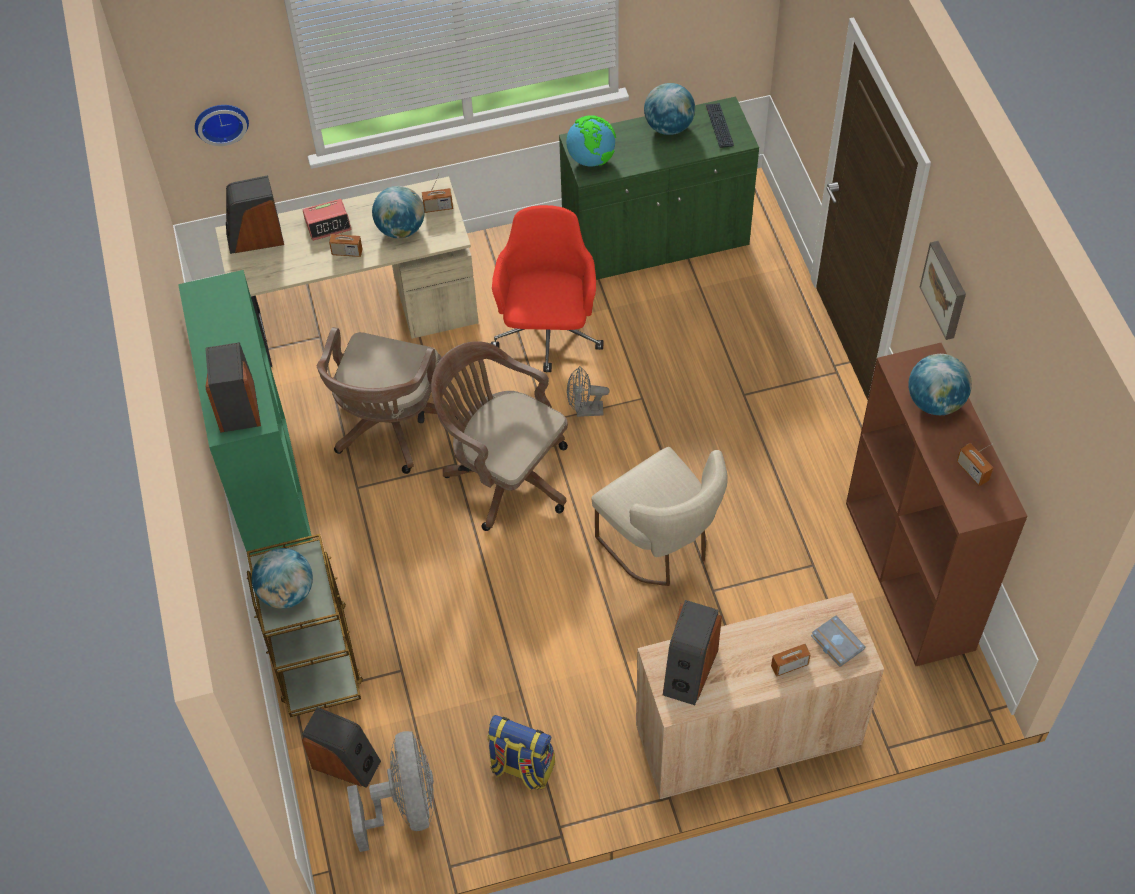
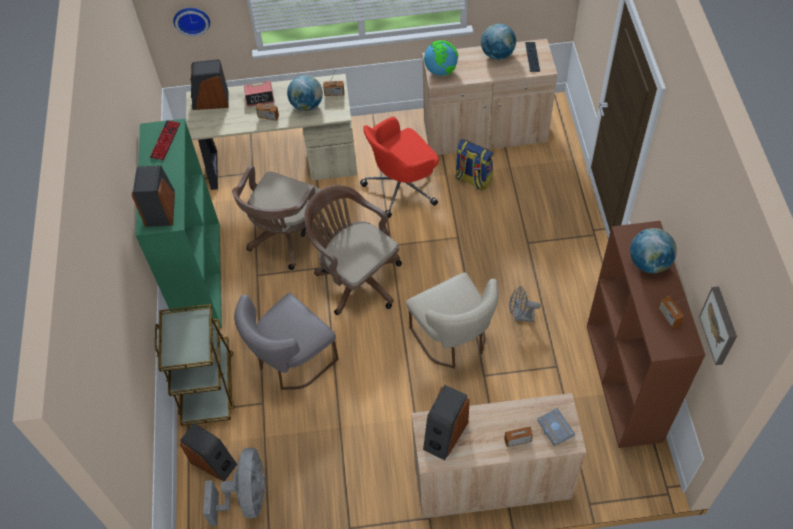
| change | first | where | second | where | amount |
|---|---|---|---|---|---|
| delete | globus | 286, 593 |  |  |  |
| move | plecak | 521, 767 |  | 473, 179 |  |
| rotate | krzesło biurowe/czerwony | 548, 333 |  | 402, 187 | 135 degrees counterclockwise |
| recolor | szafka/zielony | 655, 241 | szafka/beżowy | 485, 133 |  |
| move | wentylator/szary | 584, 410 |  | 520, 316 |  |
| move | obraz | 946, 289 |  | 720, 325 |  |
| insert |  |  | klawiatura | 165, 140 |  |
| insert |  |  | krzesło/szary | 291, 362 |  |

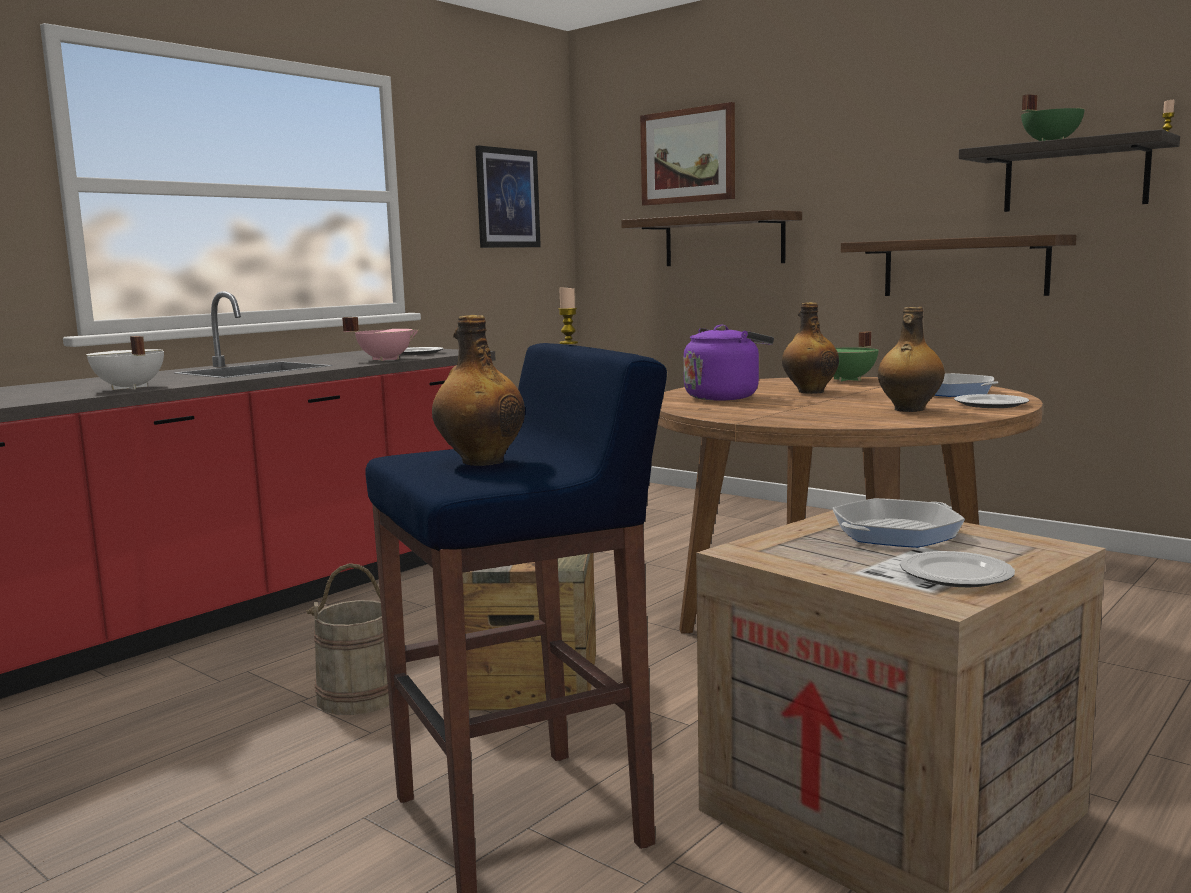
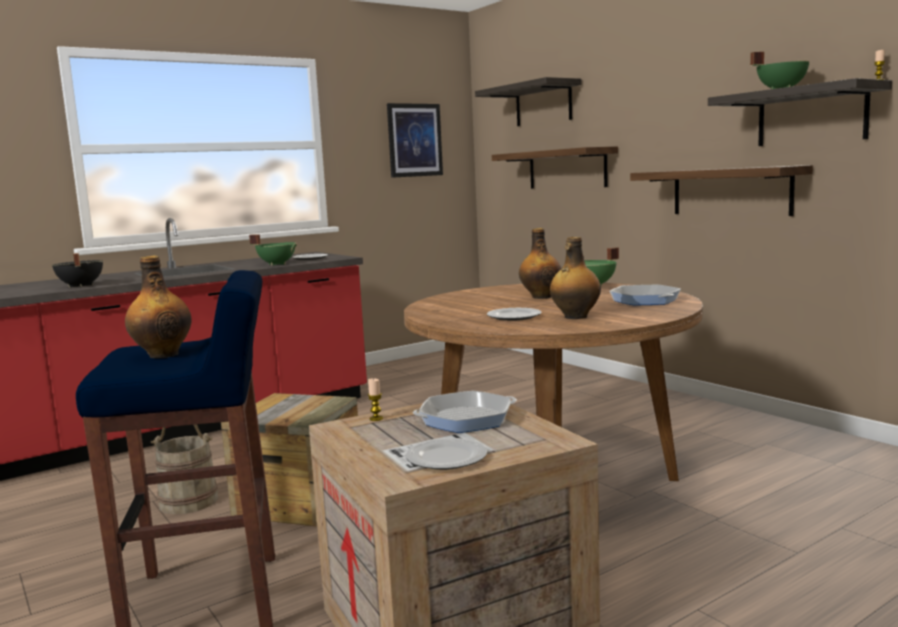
| change | first | where | second | where | amount |
|---|---|---|---|---|---|
| recolor | garnek/biały | 128, 388 | garnek/czarny | 79, 286 |  |
| recolor | garnek/różowy | 385, 359 | garnek/zielony | 277, 264 |  |
| move | świeca | 568, 343 |  | 376, 418 |  |
| replace | obraz | 688, 156 | półka | 543, 104 |  |
| delete | czajnik/fioletowy | 724, 397 |  |  |  |
| move | talerz | 991, 405 |  | 514, 317 |  |

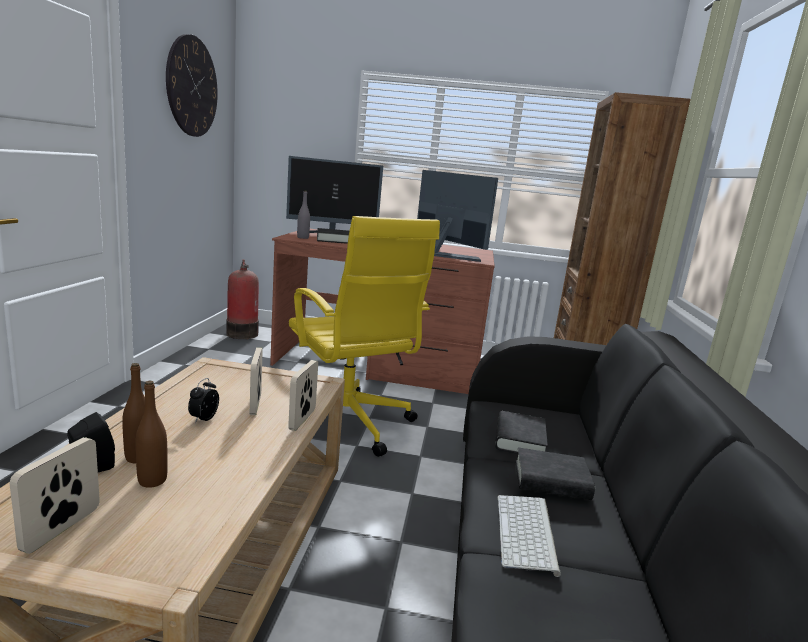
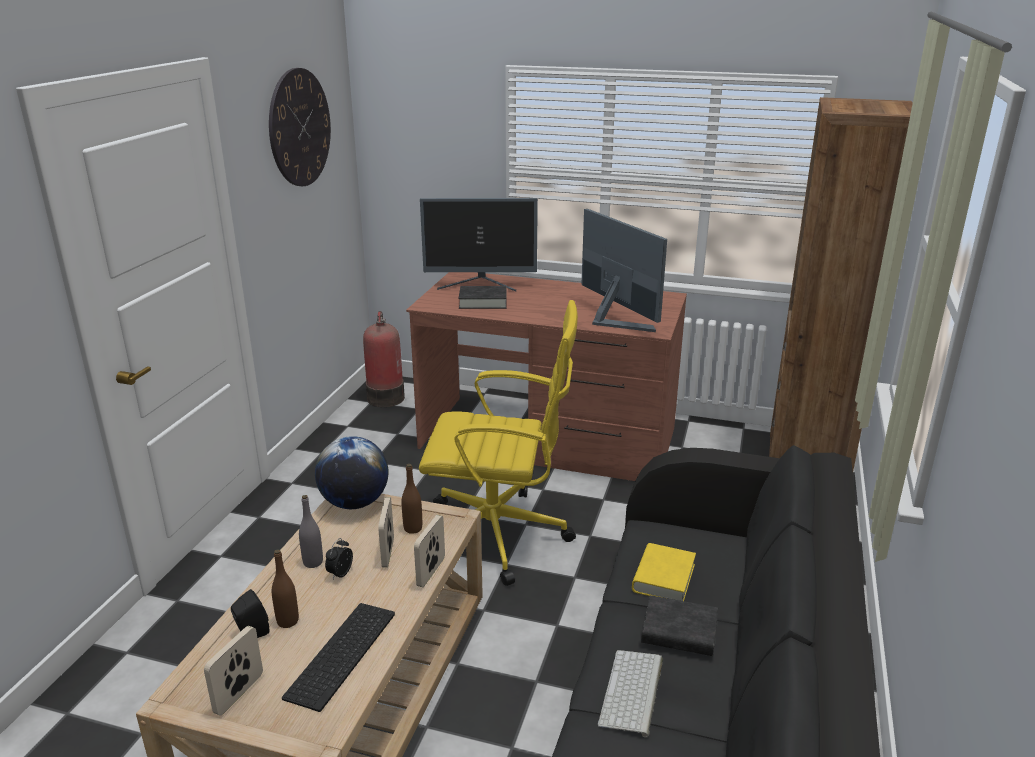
| change | first | where | second | where | amount |
|---|---|---|---|---|---|
| move | butelka/brązowy | 152, 480 |  | 413, 528 |  |
| rotate | krzesło biurowe/żółty | 347, 425 |  | 499, 535 | 60 degrees counterclockwise |
| move | butelka/szary | 303, 237 |  | 313, 562 |  |
| recolor | książka/czarny | 519, 439 | książka/żółty | 663, 578 |  |
| insert |  |  | klawiatura | 343, 656 |  |
| insert |  |  | globus | 354, 503 |  |

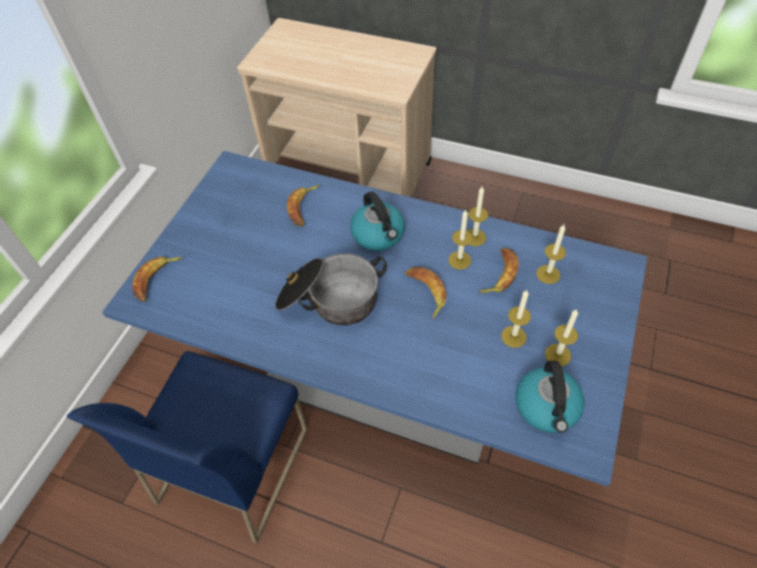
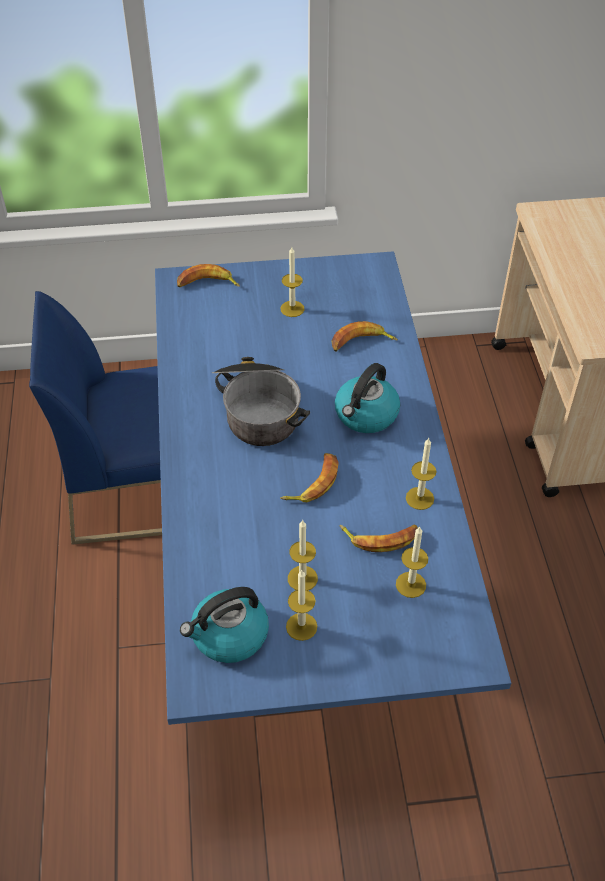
| change | first | where | second | where | amount |
|---|---|---|---|---|---|
| move | świeca | 459, 260 |  | 292, 309 |  |

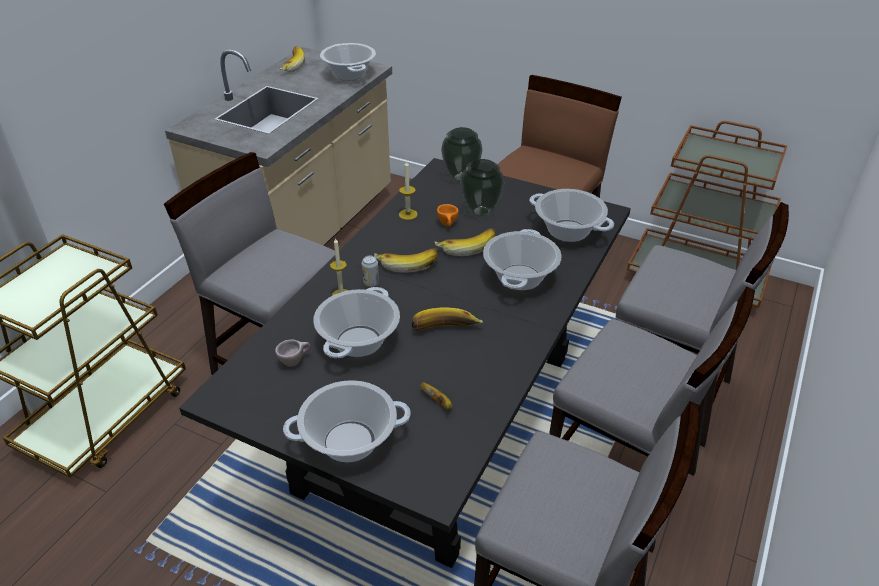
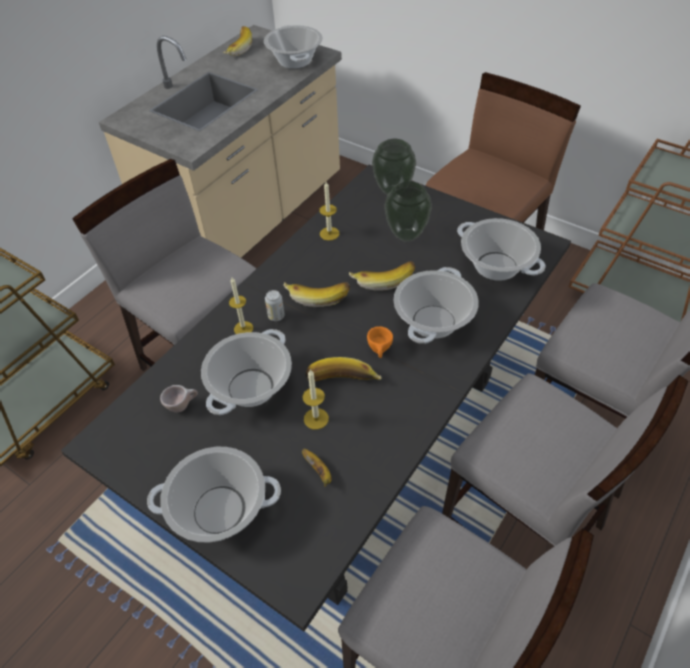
| change | first | where | second | where | amount |
|---|---|---|---|---|---|
| move | filiżanka/pomarańczowy | 448, 225 |  | 380, 352 |  |
| insert |  |  | świeca | 316, 418 |  |

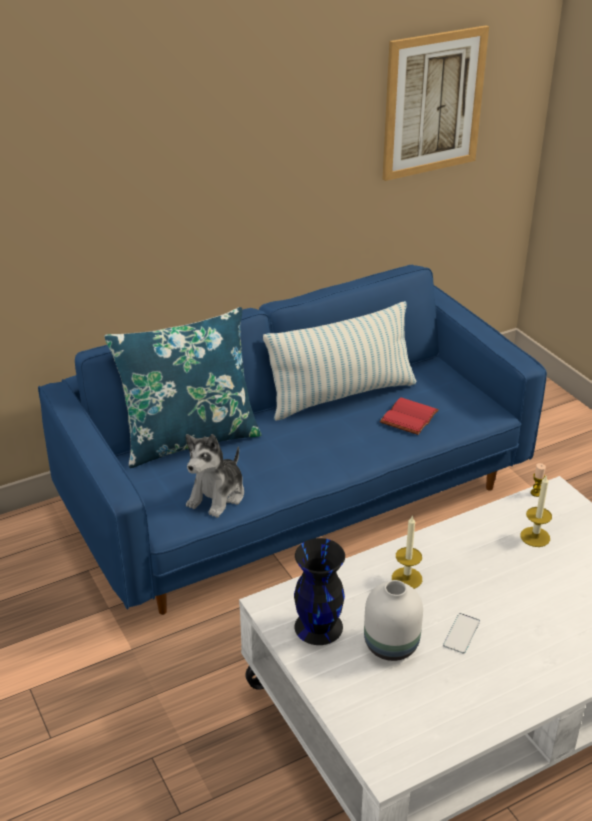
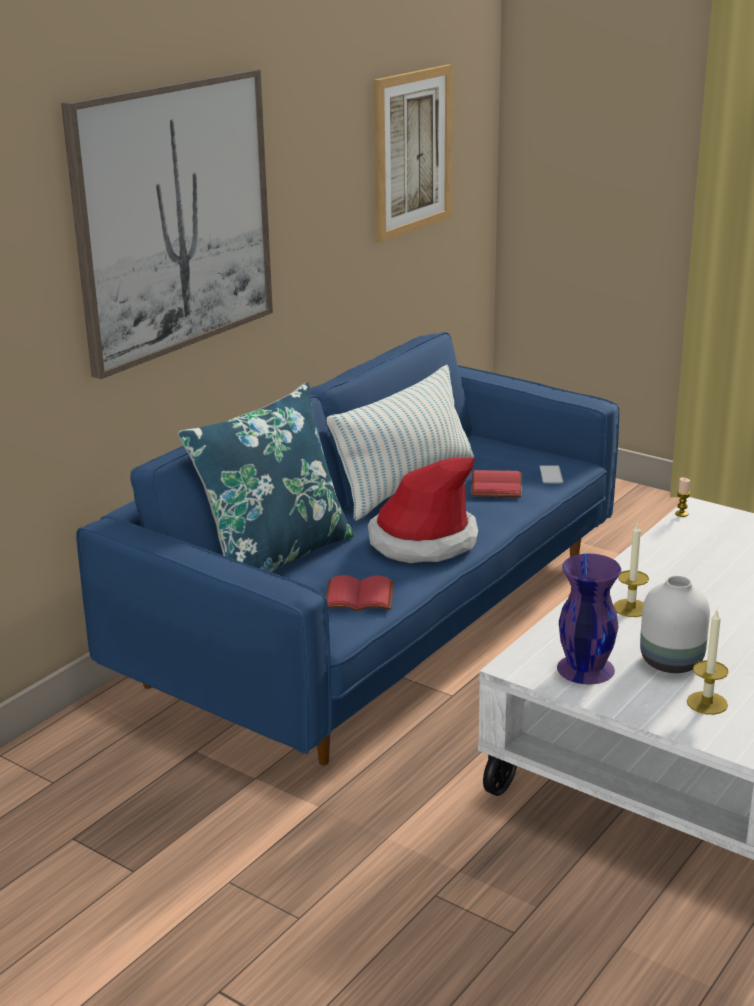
| change | first | where | second | where | amount |
|---|---|---|---|---|---|
| replace | pluszak | 217, 496 | książka/czerwony | 360, 596 |  |
| recolor | wazon/czarny | 318, 626 | wazon/fioletowy | 584, 668 |  |
| move | telefon | 461, 633 |  | 551, 475 |  |
| move | świeca | 535, 537 |  | 707, 703 |  |
| insert |  |  | obraz | 173, 218 |  |
| insert |  |  | kapelusz | 422, 541 |  |

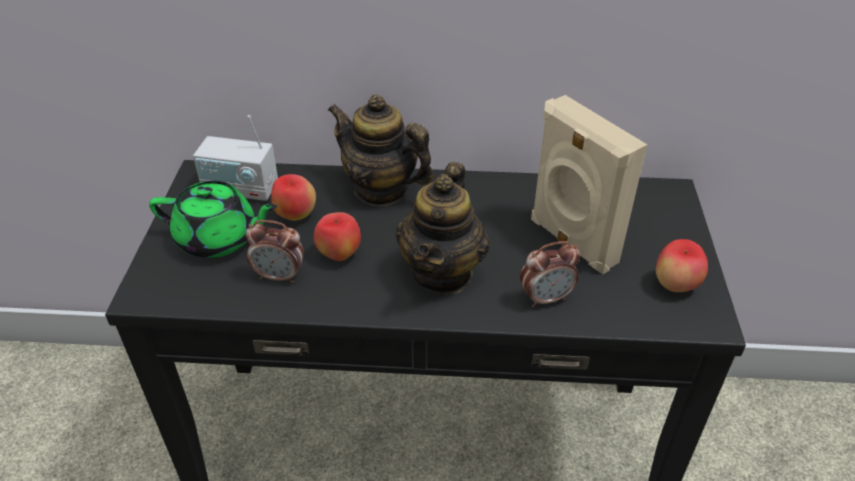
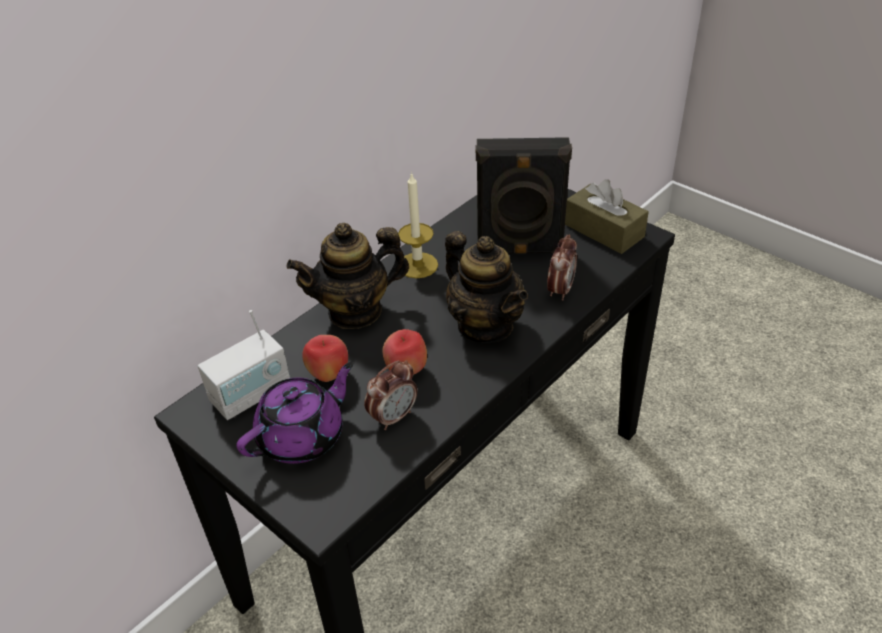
| change | first | where | second | where | amount |
|---|---|---|---|---|---|
| recolor | imbryk/zielony | 219, 239 | imbryk/fioletowy | 303, 436 |  |
| recolor | głośnik/beżowy | 570, 242 | głośnik/czarny | 519, 250 |  |
| replace | jabłko | 675, 286 | pudełko chusteczek/brązowy | 604, 231 |  |
| insert |  |  | świeca | 418, 265 |  |

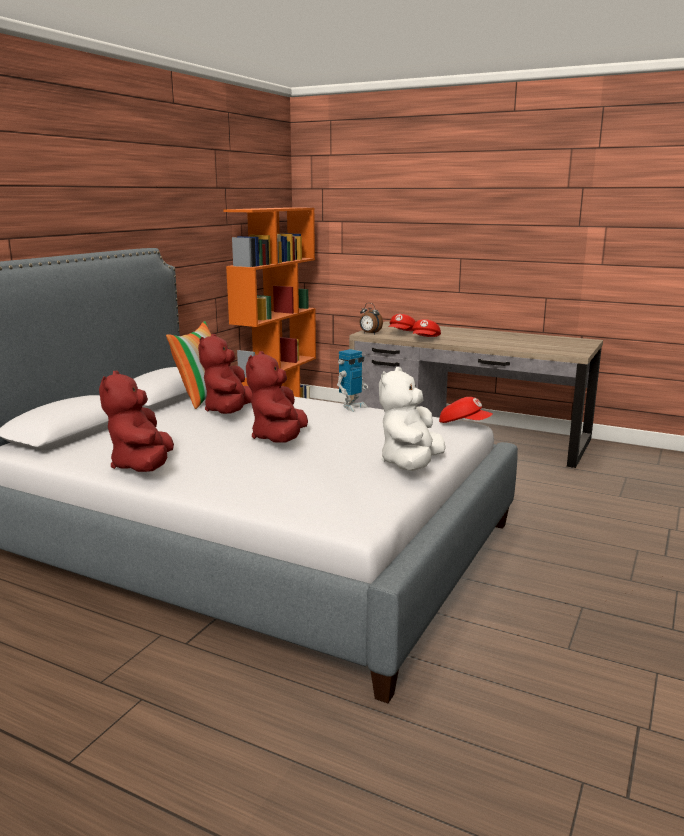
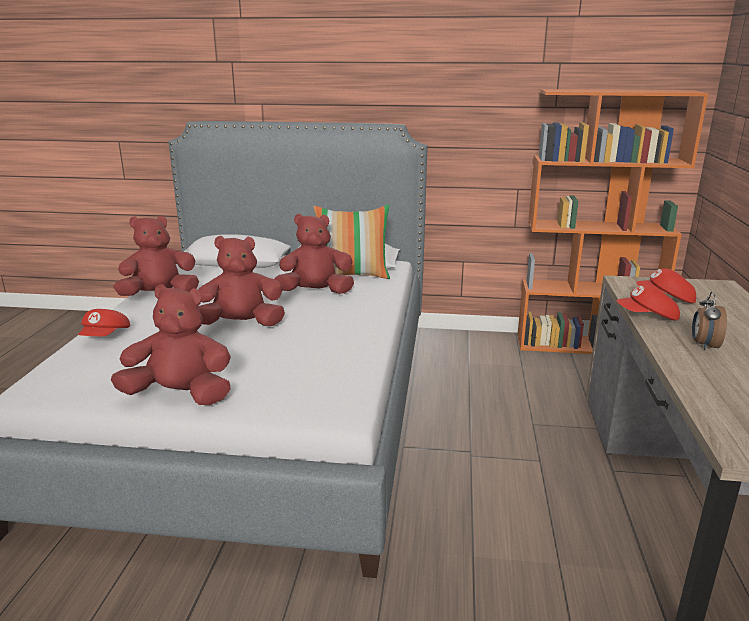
| change | first | where | second | where | amount |
|---|---|---|---|---|---|
| delete | robot zabawkowy | 352, 407 |  |  |  |
| move | budzik | 369, 333 |  | 703, 345 |  |
| recolor | pluszak/biały | 410, 465 | pluszak/czerwony | 180, 396 |  |
| move | czapka z daszkiem/czerwony | 464, 424 |  | 106, 337 |  |

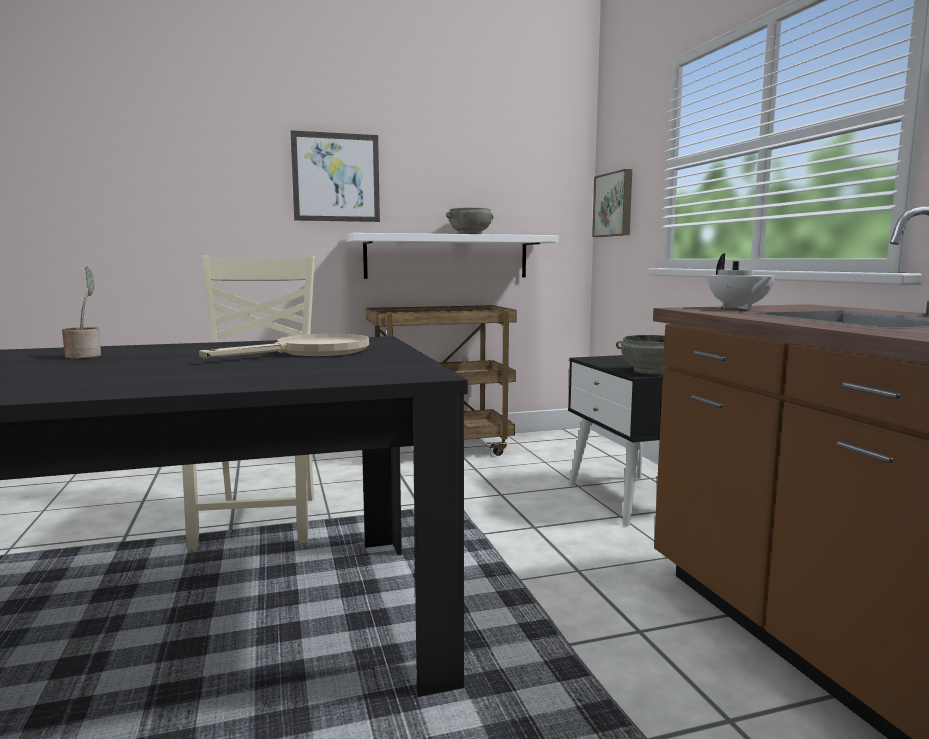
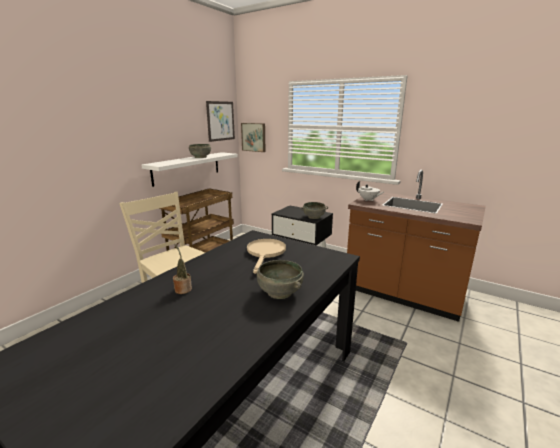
| change | first | where | second | where | amount |
|---|---|---|---|---|---|
| move | obraz | 336, 177 |  | 220, 121 |  |
| insert |  |  | miska/szary | 279, 292 |  |

